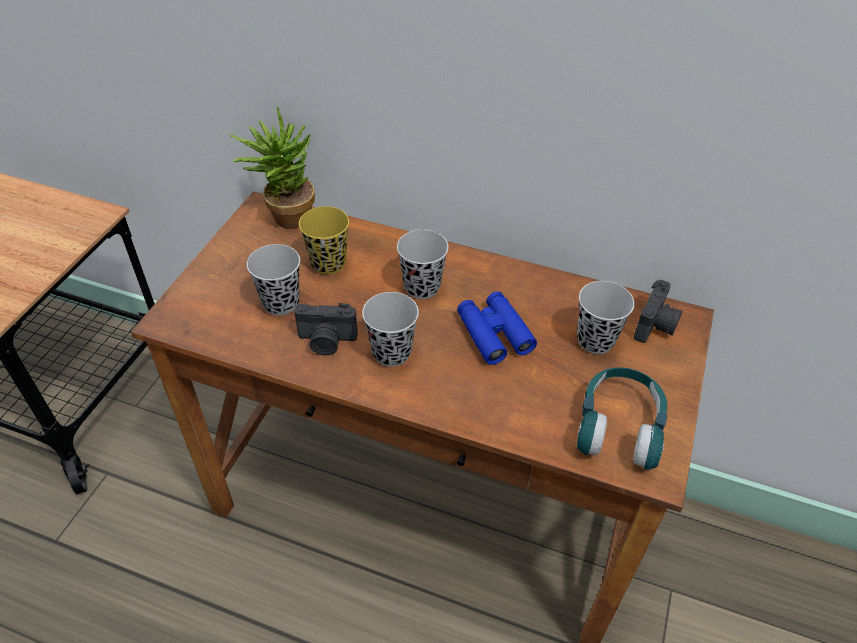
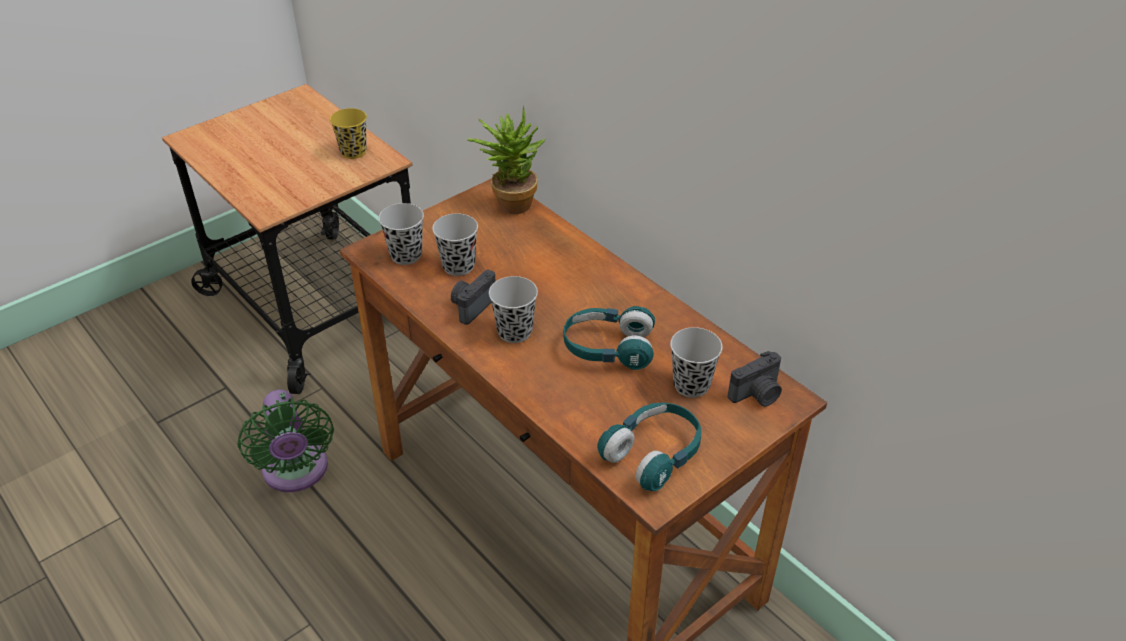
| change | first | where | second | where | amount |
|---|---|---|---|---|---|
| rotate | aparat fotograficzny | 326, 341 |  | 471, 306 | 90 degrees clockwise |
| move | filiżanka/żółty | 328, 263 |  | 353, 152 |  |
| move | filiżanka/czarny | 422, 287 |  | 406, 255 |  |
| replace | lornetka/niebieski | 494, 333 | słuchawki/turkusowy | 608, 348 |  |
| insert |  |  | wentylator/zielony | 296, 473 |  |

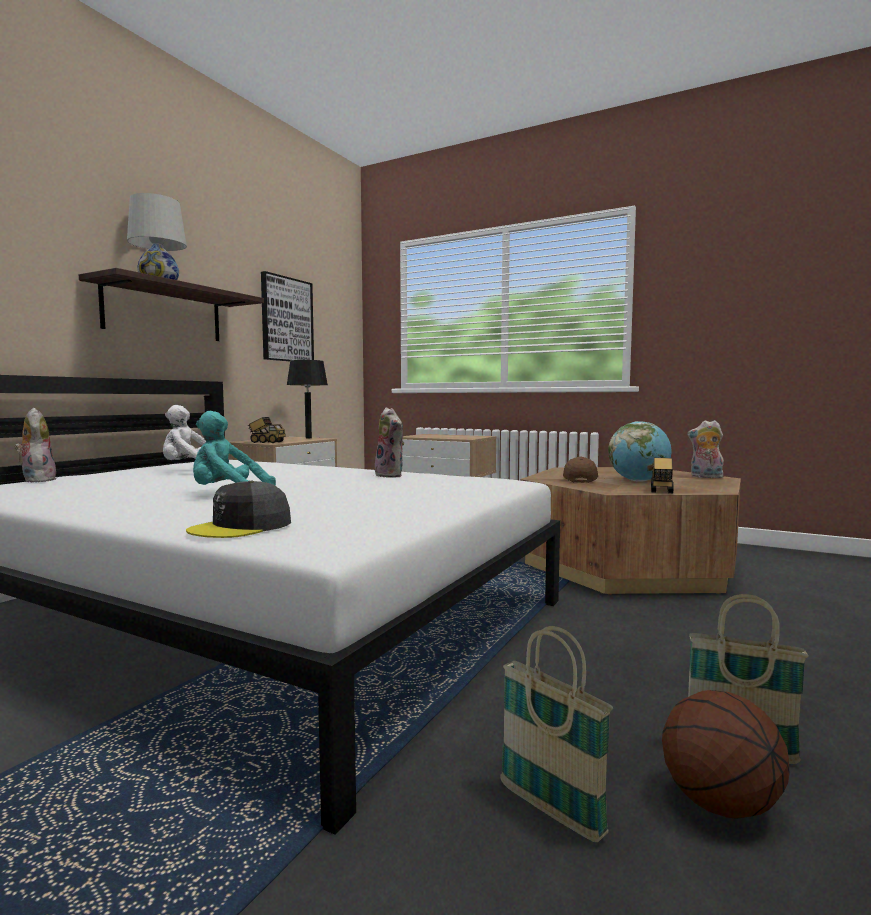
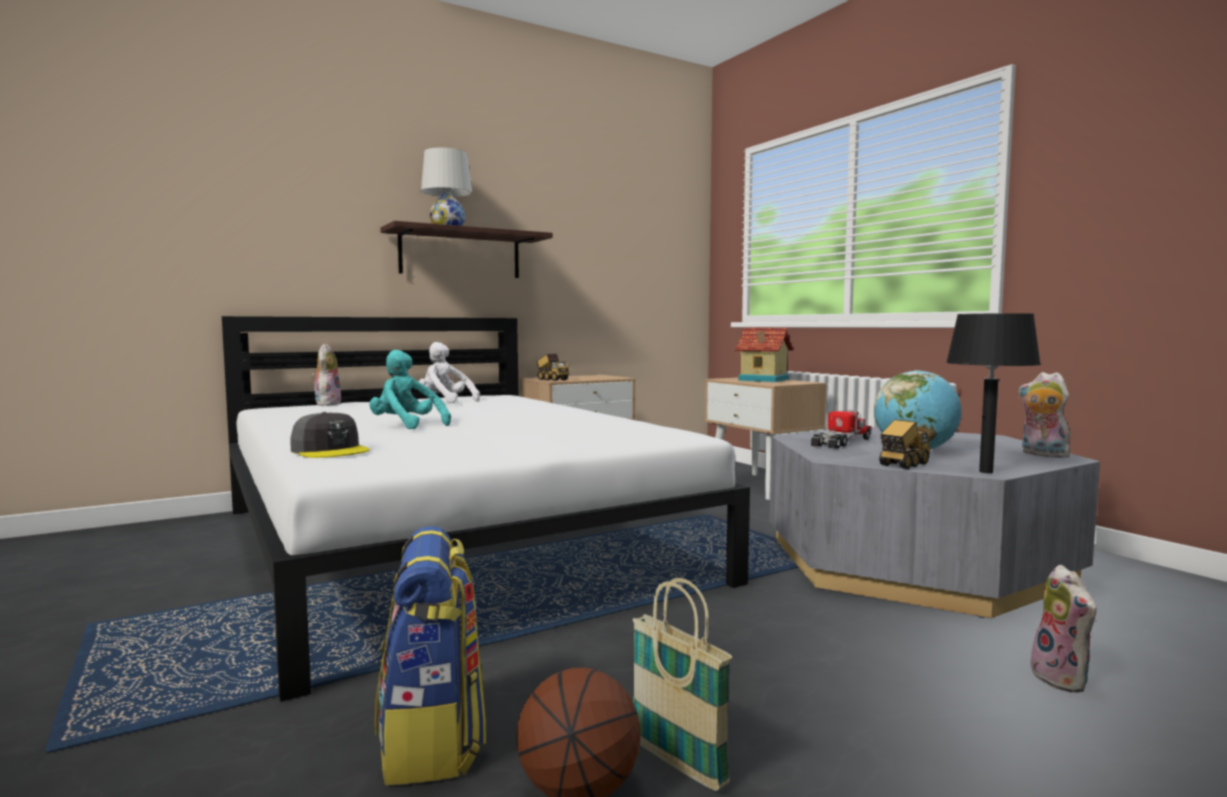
| change | first | where | second | where | amount |
|---|---|---|---|---|---|
| rotate | czapka z daszkiem/szary | 242, 527 |  | 330, 450 | 120 degrees counterclockwise |
| delete | obraz | 286, 320 |  |  |  |
| move | lampa stołowa/czarny | 308, 438 |  | 986, 472 |  |
| move | pluszak | 391, 475 |  | 1064, 680 |  |
| replace | koszyk | 550, 810 | plecak | 434, 741 |  |
| recolor | ława/brązowy | 627, 564 | ława/szary | 913, 562 |  |
| replace | czapka z daszkiem/brązowy | 579, 479 | ciężarówka zabawkowa | 841, 442 |  |
| insert |  |  | domek | 763, 380 |  |

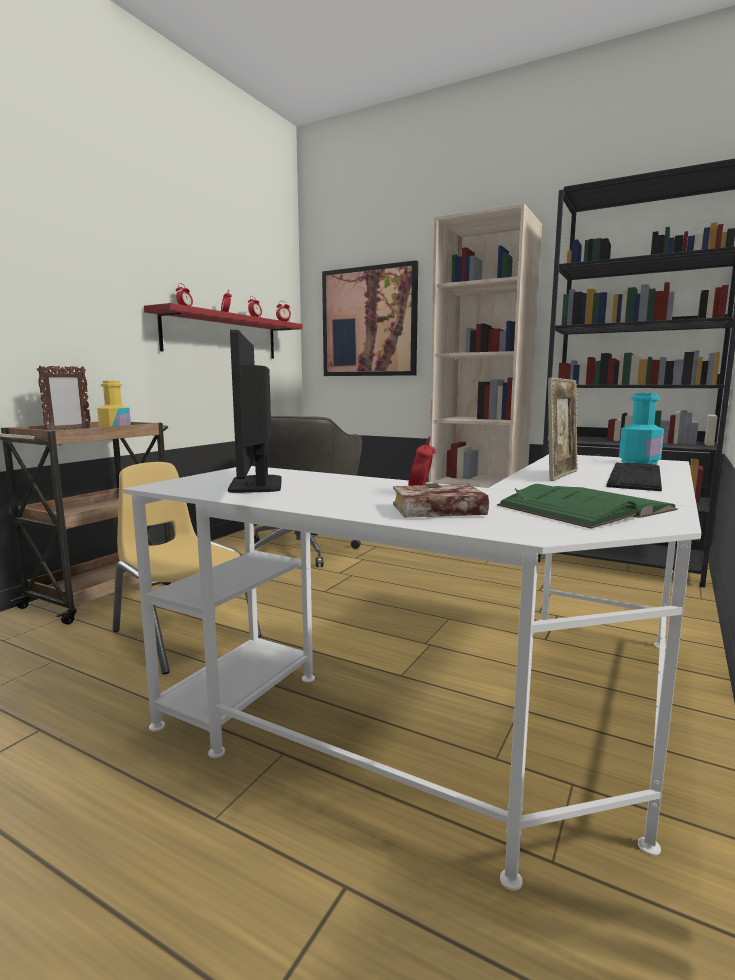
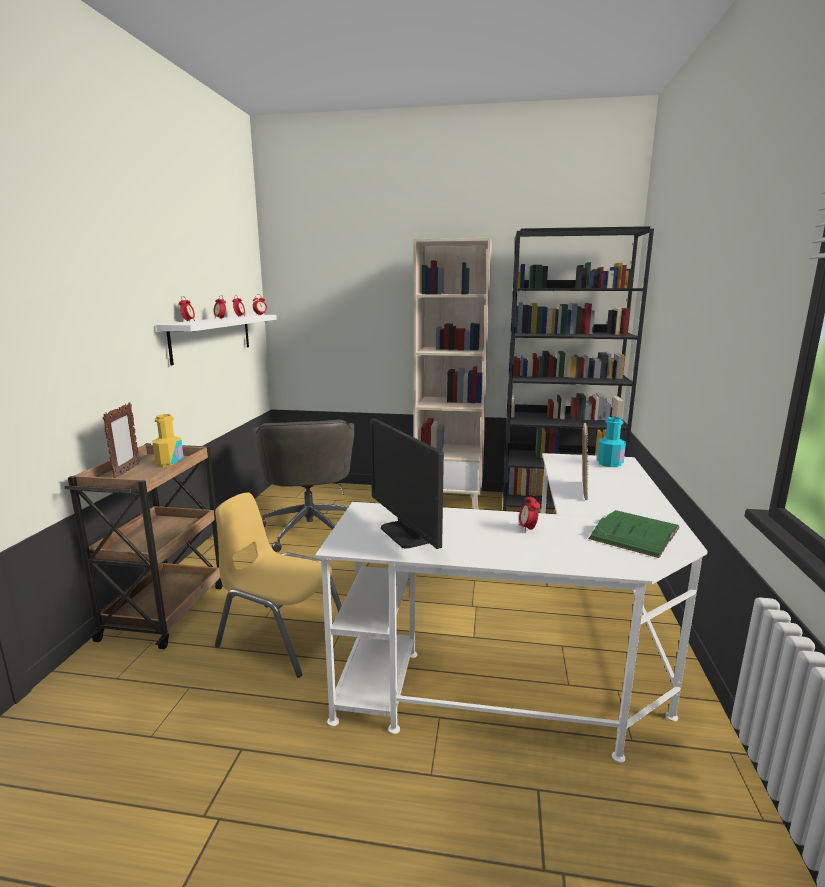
| change | first | where | second | where | amount |
|---|---|---|---|---|---|
| recolor | półka/czerwony | 222, 336 | półka/biały | 212, 337 |  |
| delete | obraz | 369, 322 |  |  |  |
| delete | książka | 435, 511 |  |  |  |
| delete | klawiatura | 635, 476 |  |  |  |

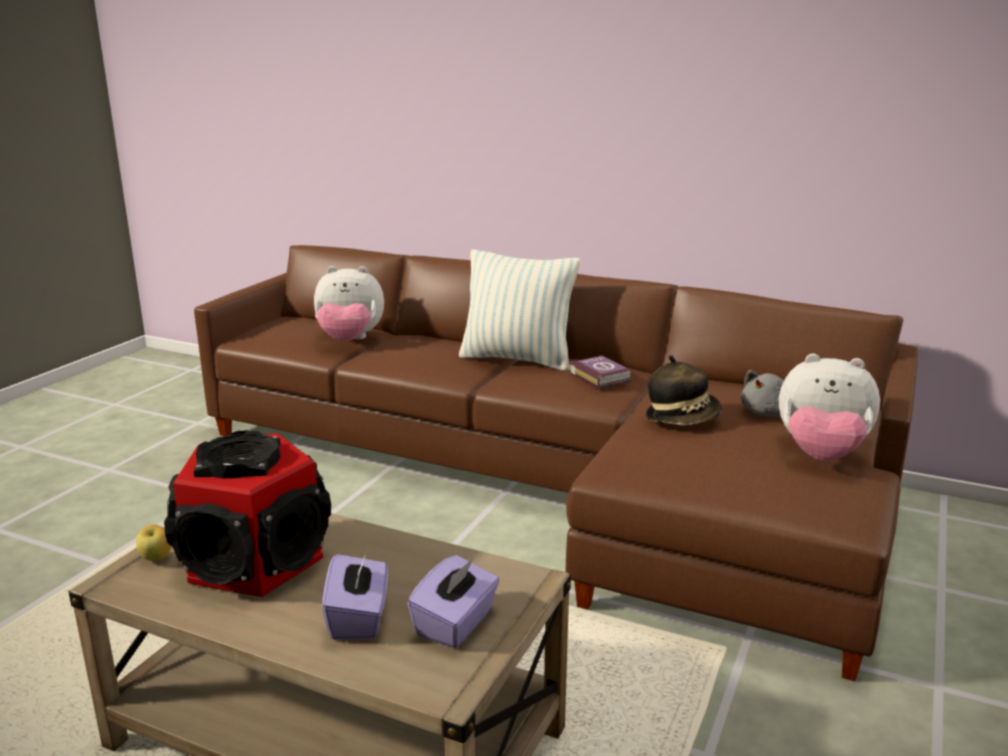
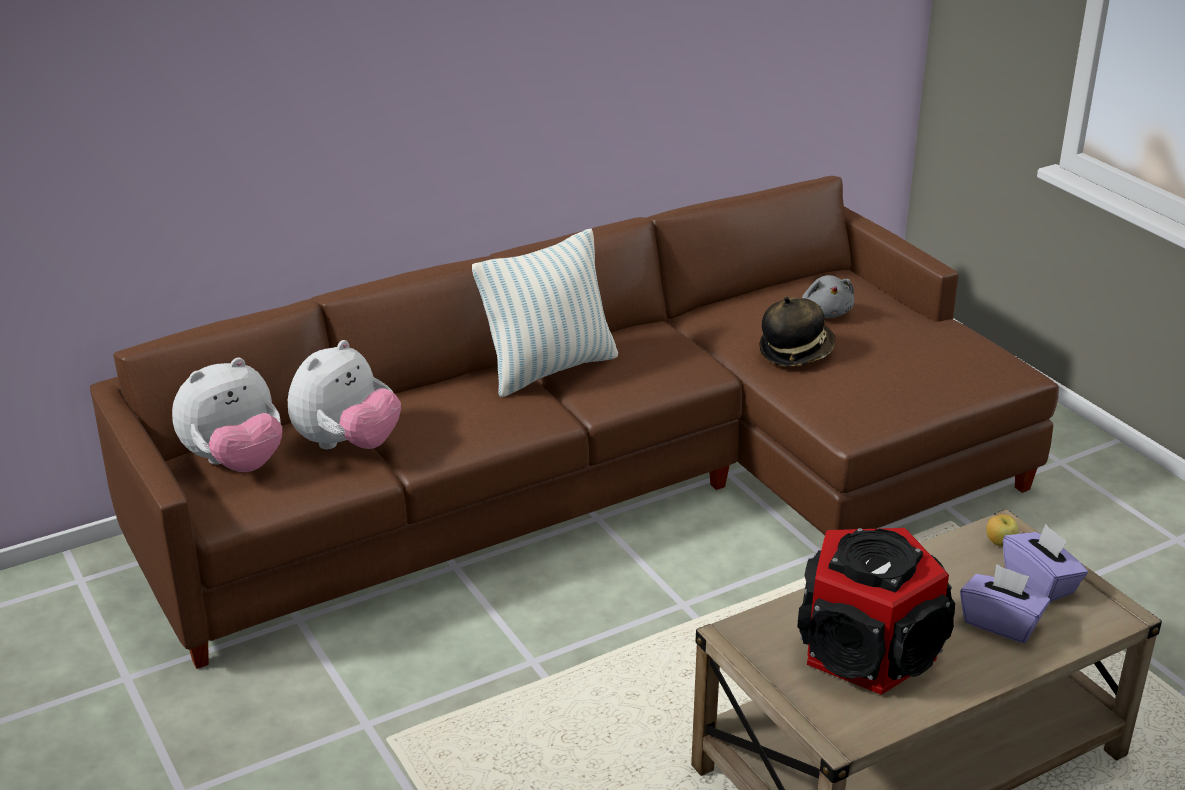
| change | first | where | second | where | amount |
|---|---|---|---|---|---|
| move | jabłko | 156, 558 |  | 1000, 543 |  |
| delete | książka | 600, 376 |  |  |  |
| move | pluszak | 821, 455 |  | 235, 463 |  |

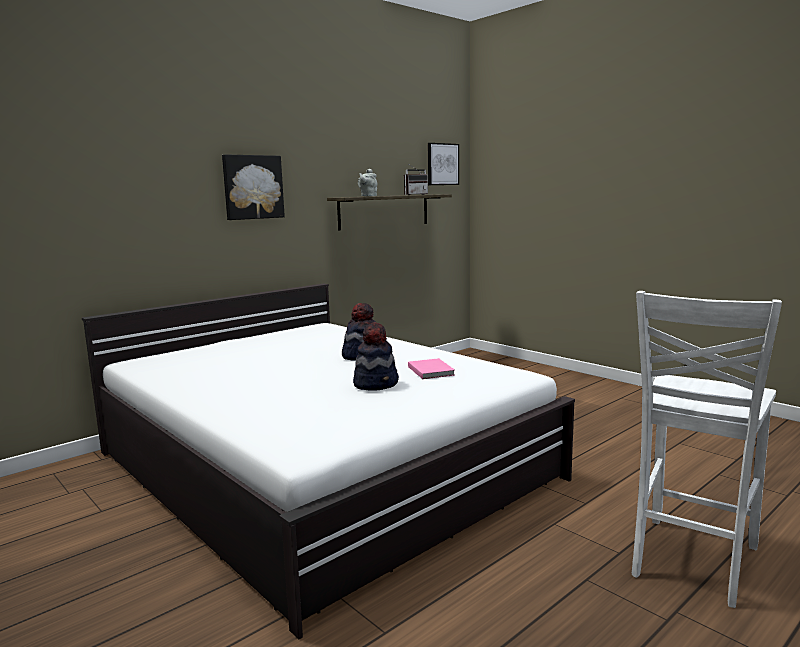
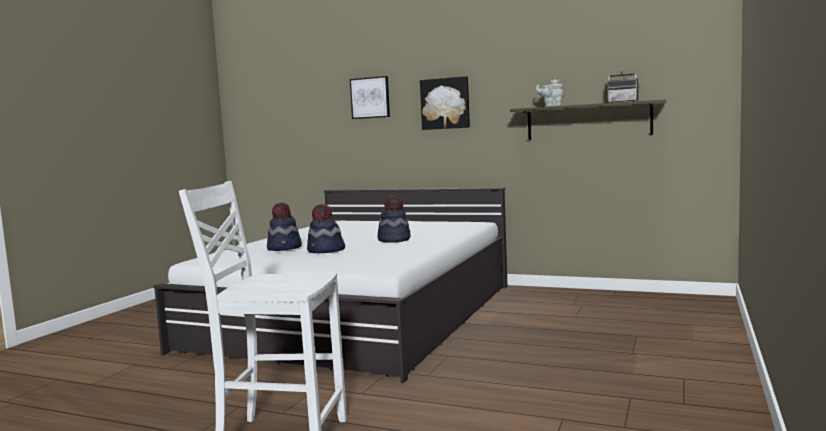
| change | first | where | second | where | amount |
|---|---|---|---|---|---|
| delete | książka/różowy | 431, 370 |  |  |  |
| move | obraz | 442, 164 |  | 370, 98 |  |
| insert |  |  | kapelusz | 285, 248 |  |

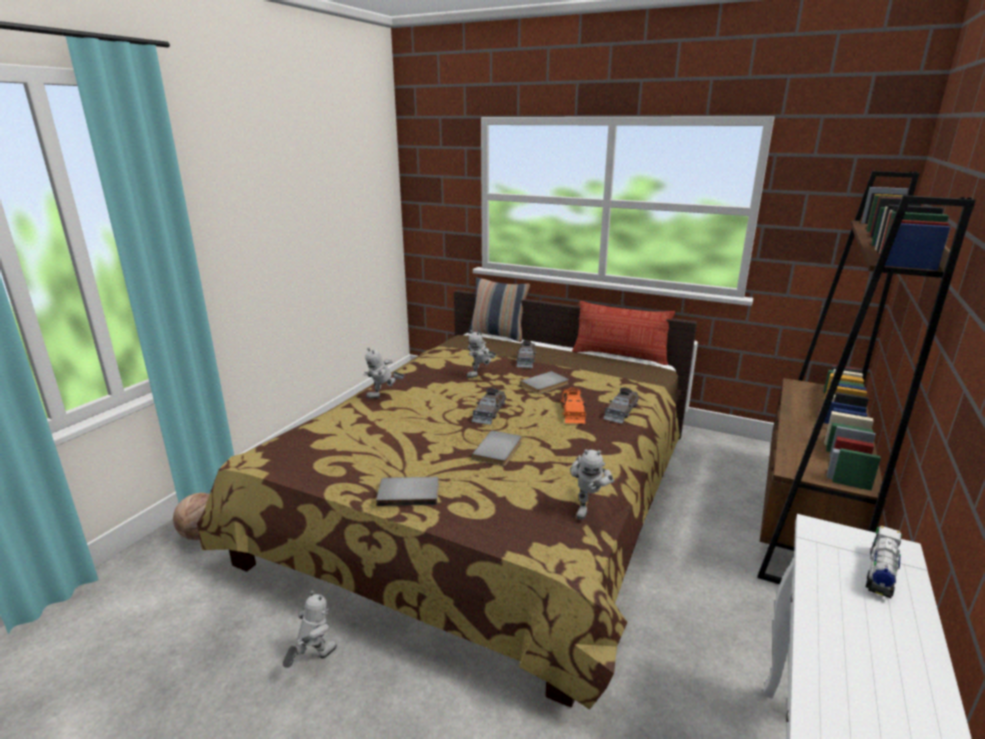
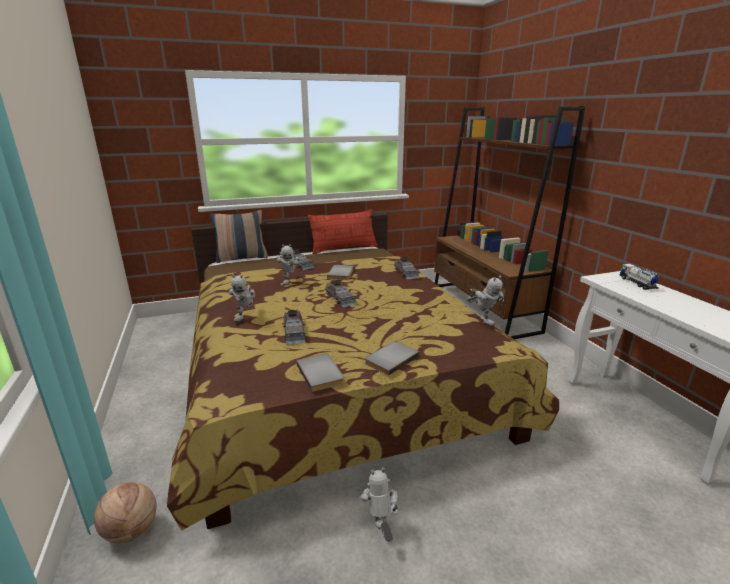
| change | first | where | second | where | amount |
|---|---|---|---|---|---|
| move | książka/szary | 499, 450 |  | 321, 373 |  |
| delete | samochodzik/pomarańczowy | 573, 411 |  |  |  |
| insert |  |  | samochodzik/szary | 294, 332 |  |

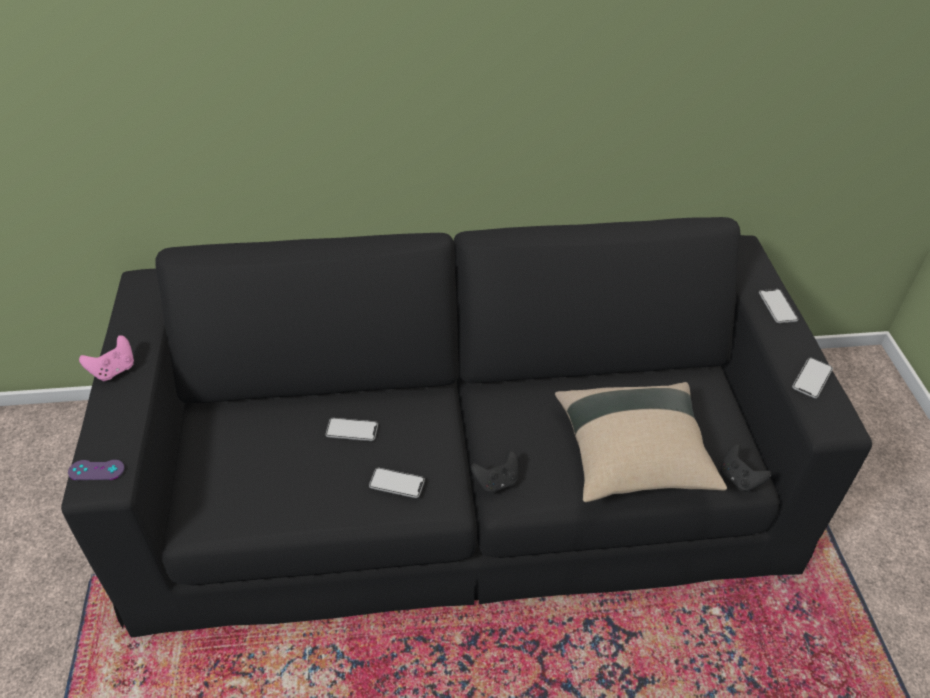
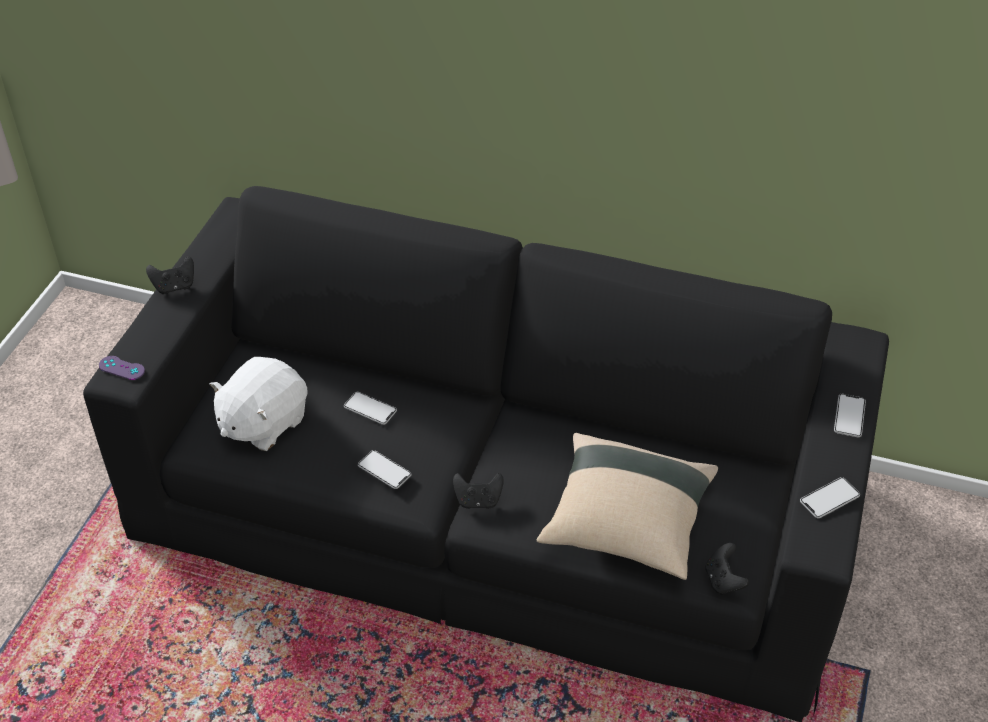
| change | first | where | second | where | amount |
|---|---|---|---|---|---|
| recolor | pad do gier/różowy | 114, 370 | pad do gier/czarny | 174, 286 |  |
| insert |  |  | pluszak/biały | 263, 423 |  |

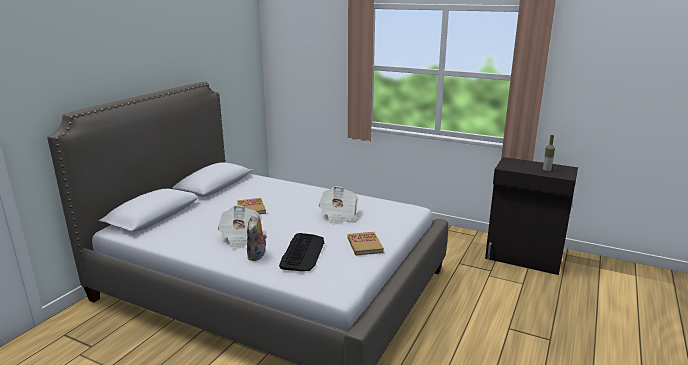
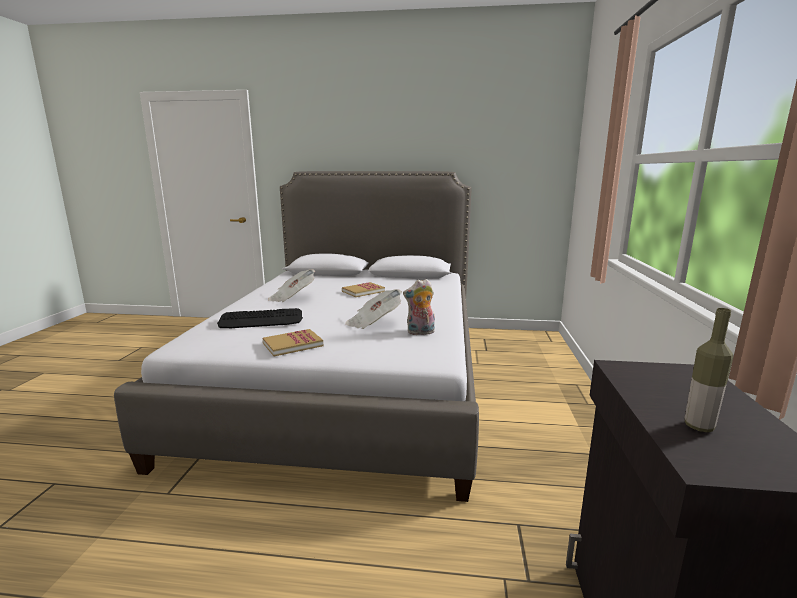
| change | first | where | second | where | amount |
|---|---|---|---|---|---|
| move | pluszak | 257, 256 |  | 420, 332 |  |

